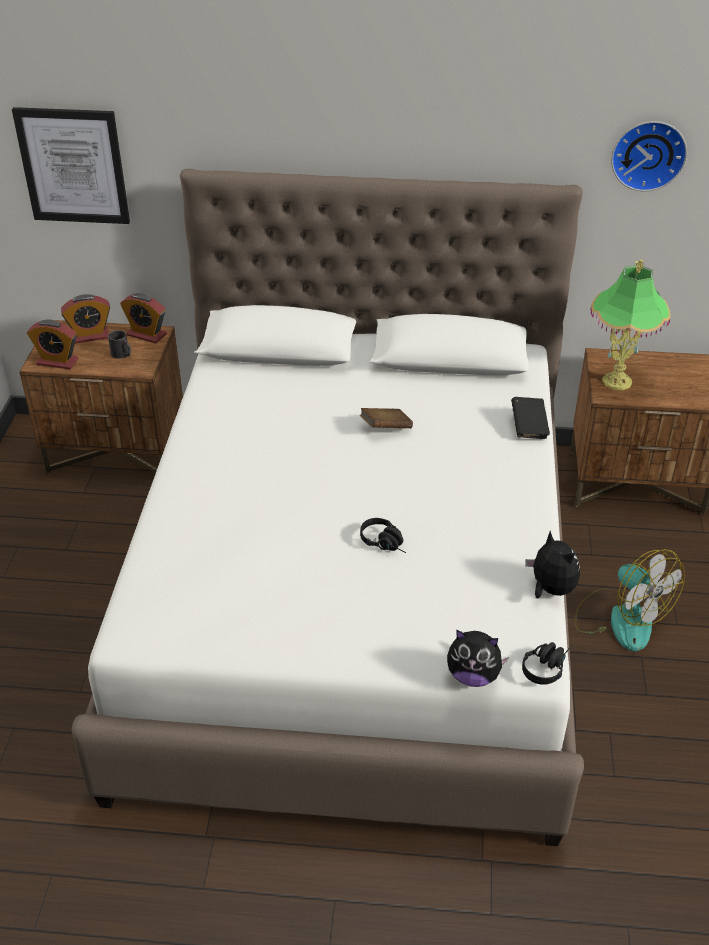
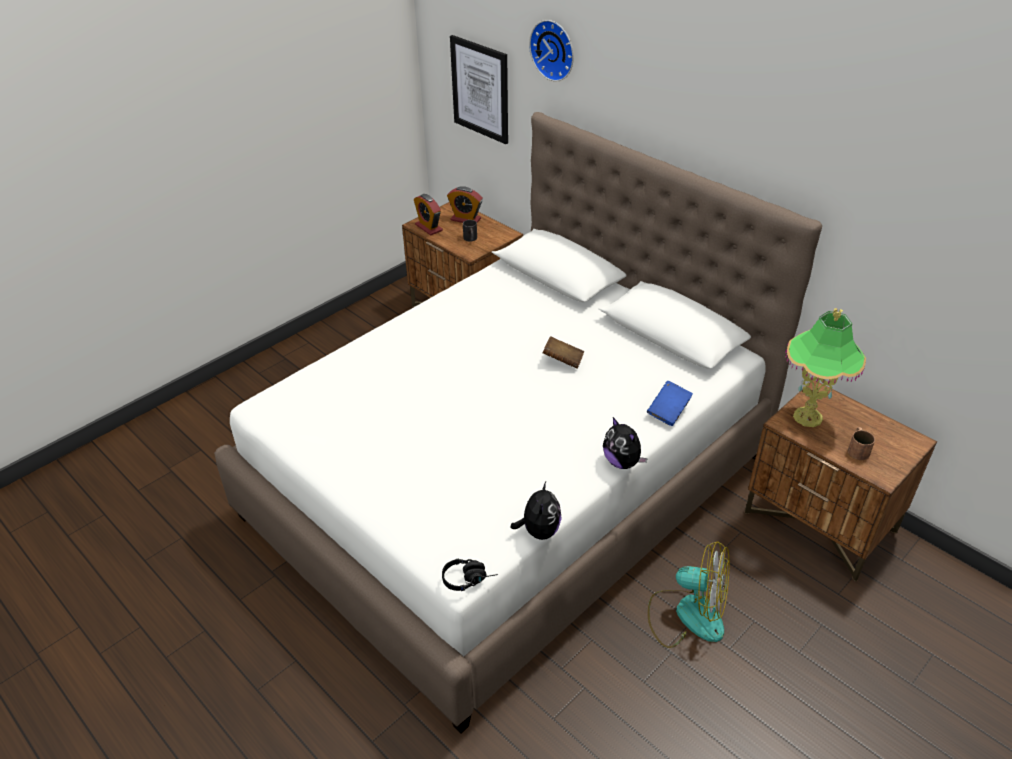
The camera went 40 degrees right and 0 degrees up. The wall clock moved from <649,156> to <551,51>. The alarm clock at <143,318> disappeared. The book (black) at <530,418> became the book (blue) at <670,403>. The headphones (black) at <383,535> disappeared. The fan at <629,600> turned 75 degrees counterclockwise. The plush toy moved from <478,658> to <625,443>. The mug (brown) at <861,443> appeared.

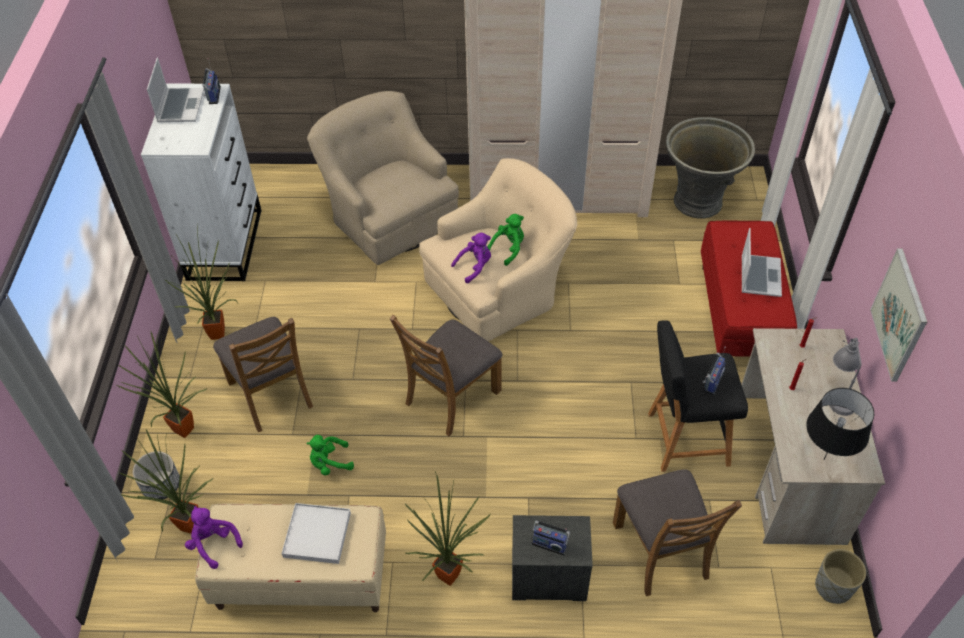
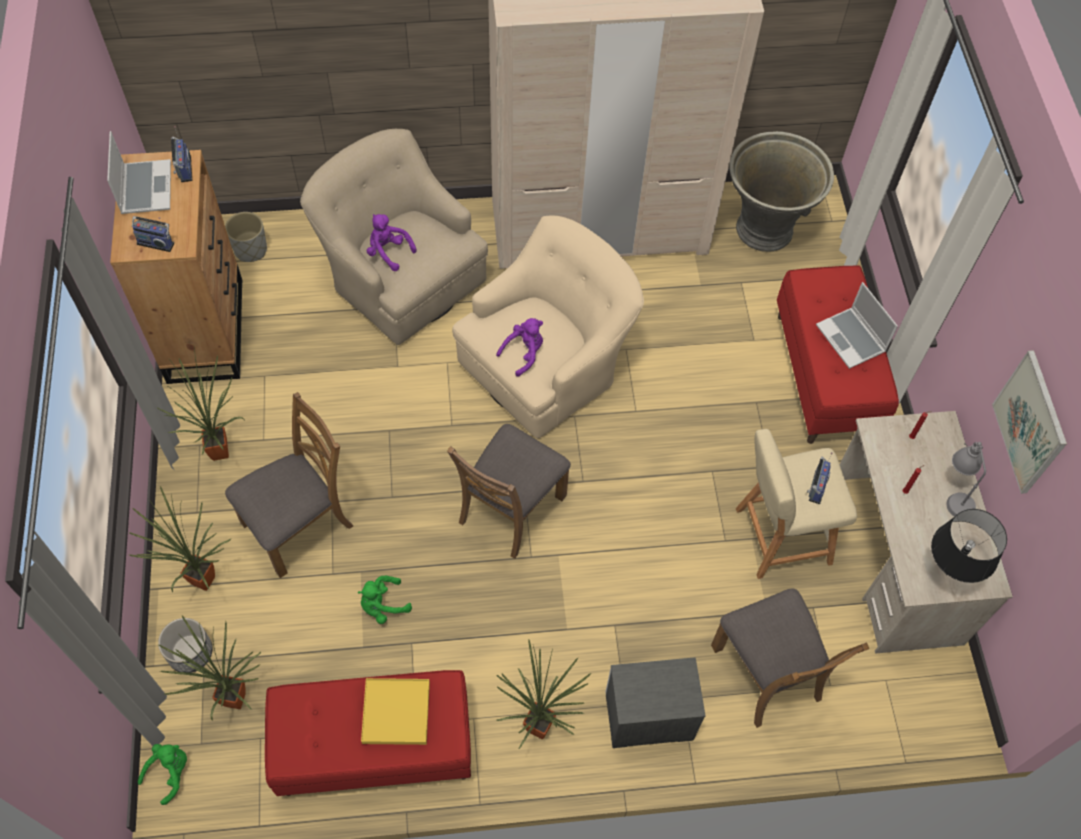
The camera went 10 degrees left and 10 degrees up. The dresser (white) at <201,182> became the dresser (brown) at <176,267>. The plush toy (green) moved from <506,240> to <162,774>. The laptop at <762,262> turned 150 degrees clockwise. The chair (brown) at <263,374> turned 90 degrees counterclockwise. The stool (black) at <698,396> became the stool (beige) at <796,504>. The bench (beige) at <290,557> became the bench (red) at <368,733>. The tray (white) at <316,533> became the tray (yellow) at <395,711>. The plush toy (purple) moved from <214,537> to <392,242>. The radio moved from <551,537> to <153,234>. The planter (grey) moved from <840,576> to <246,237>.

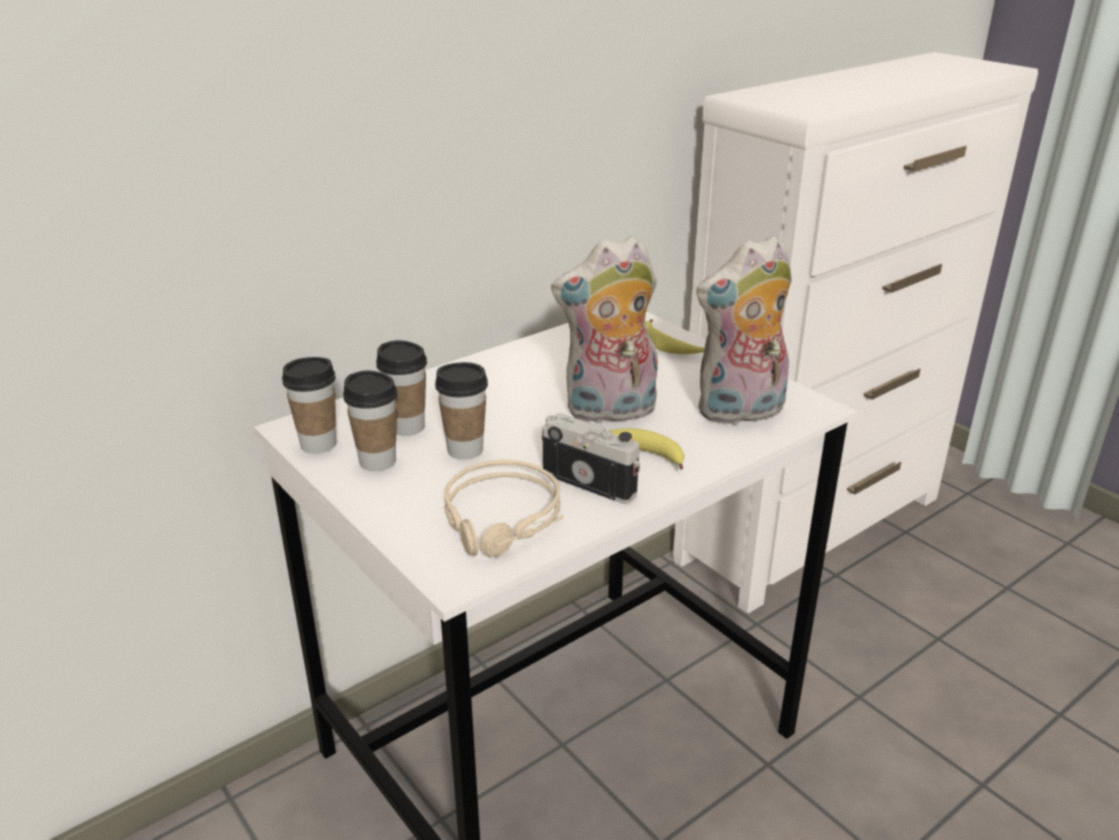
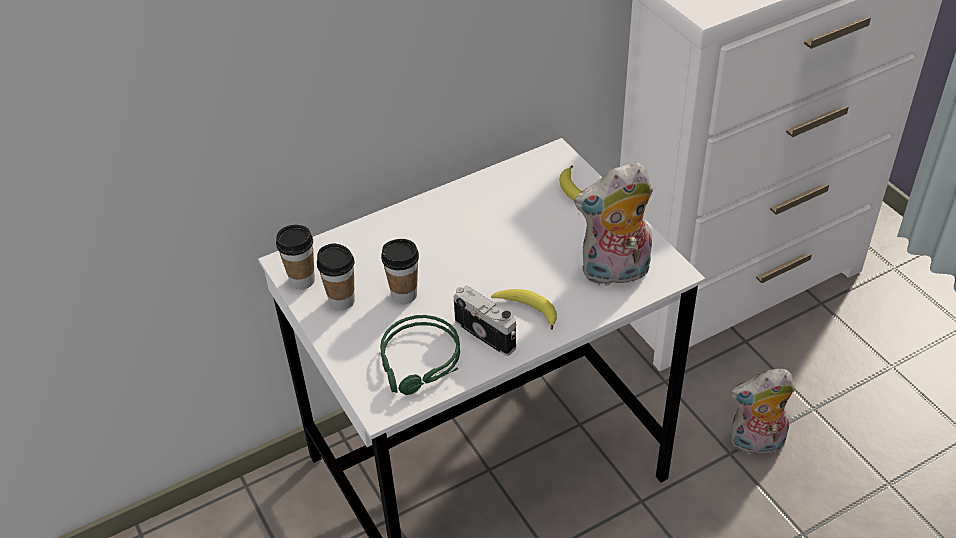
The camera went 10 degrees right and 15 degrees up. The plush toy moved from <604,329> to <762,411>. The cup at <401,388> disappeared. The headphones (beige) at <503,508> became the headphones (green) at <419,355>.

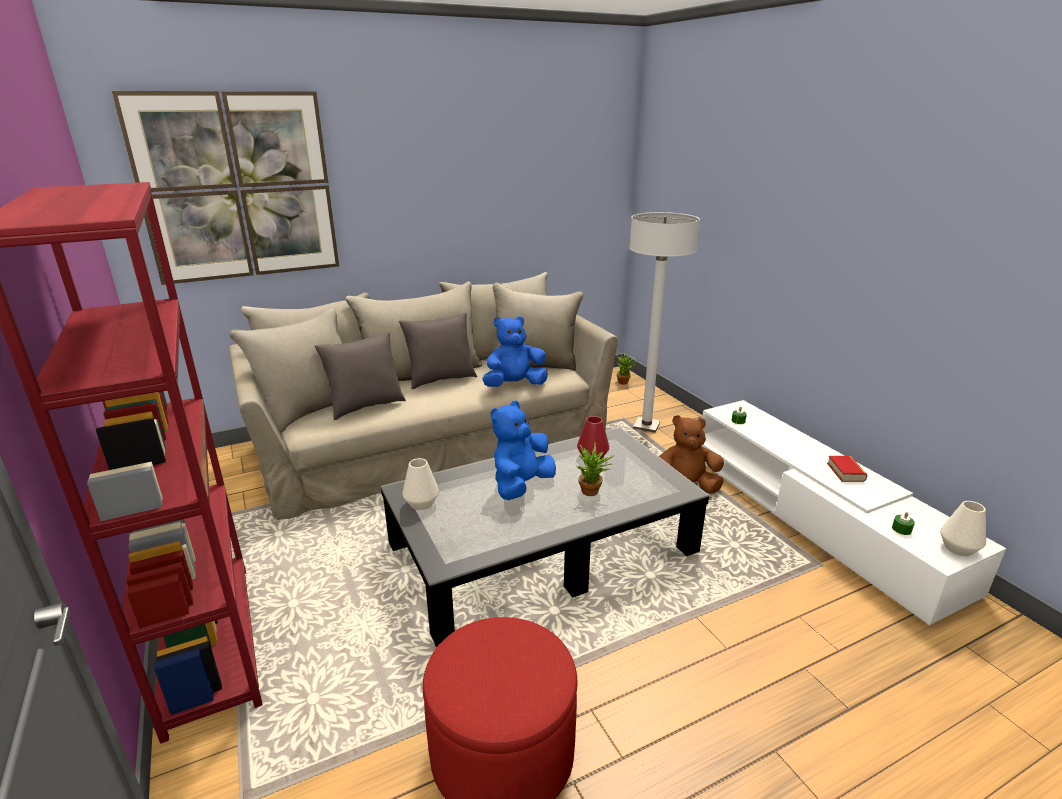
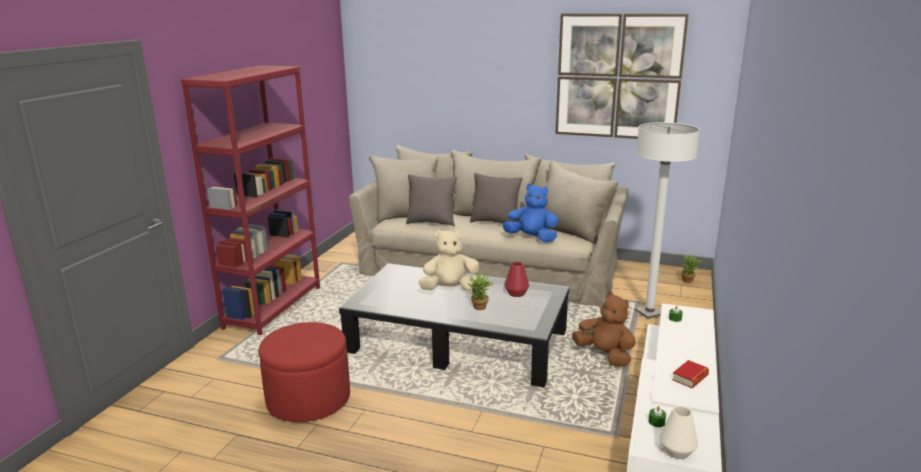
The camera went 45 degrees right and 5 degrees down. The picture moved from <225,188> to <622,76>. The plush toy (blue) at <523,450> became the plush toy (beige) at <448,260>. The vase (white) at <420,484> disappeared.

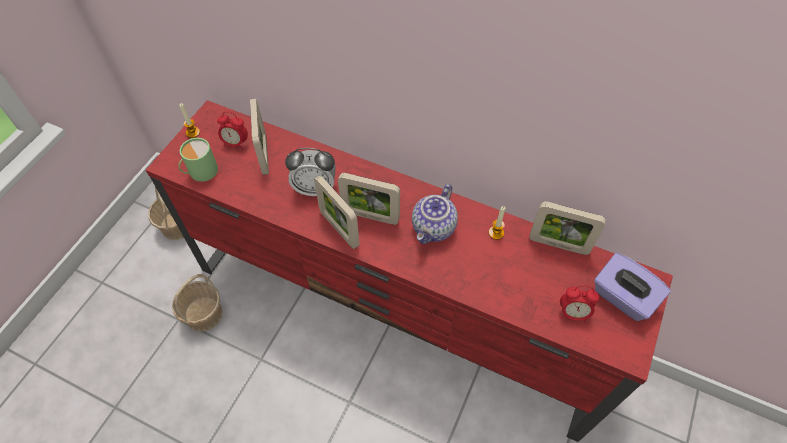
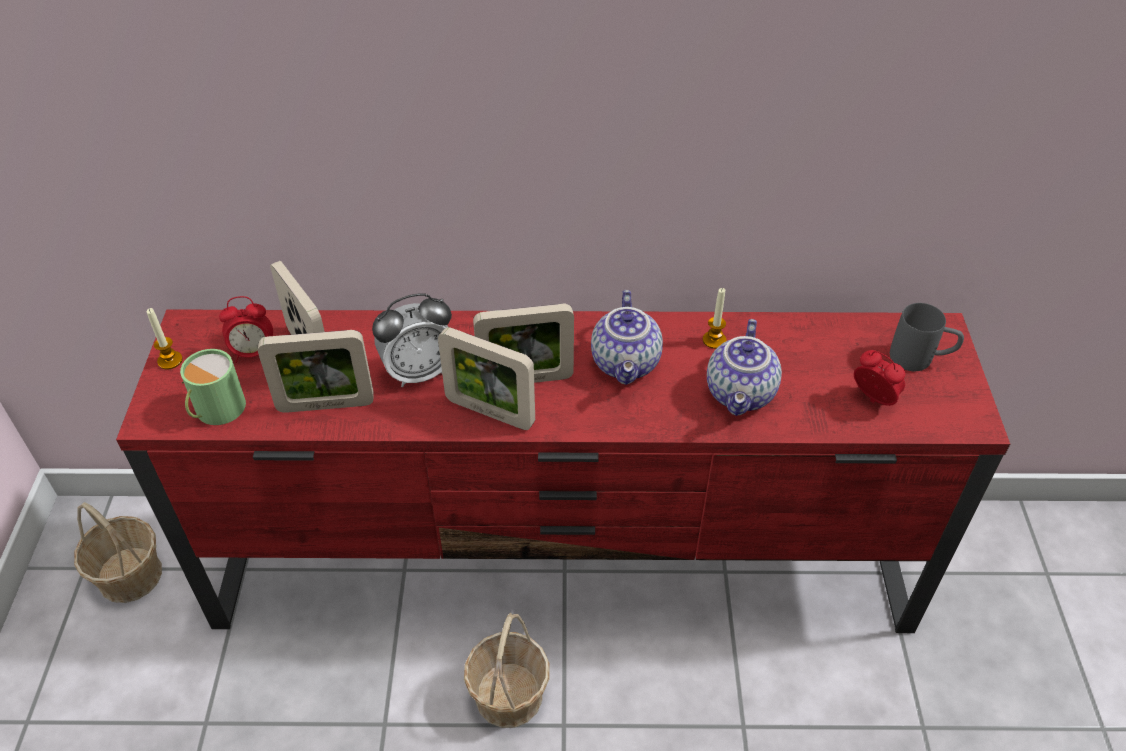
The camera went 25 degrees left and 10 degrees down. The picture frame moved from <567,228> to <315,371>. The tissue box (purple) at <632,287> was replaced by the mug (grey) at <927,337>. The basket moved from <197,302> to <507,670>. The alarm clock at <579,304> turned 120 degrees counterclockwise. The teapot at <744,367> appeared.

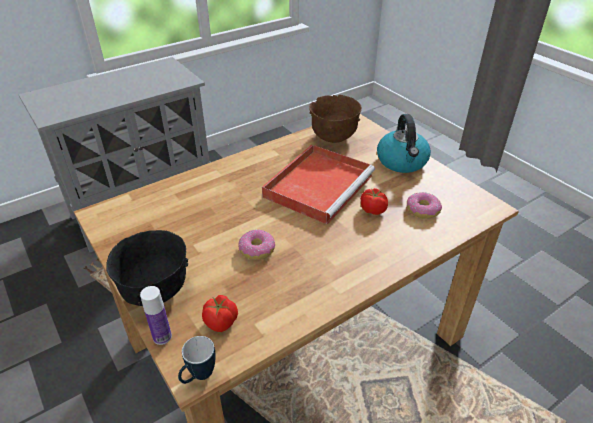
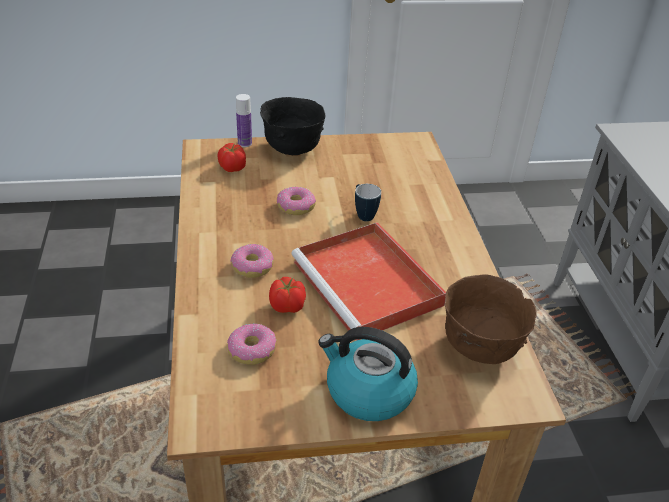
The camera went 115 degrees right and 0 degrees up. The mug moved from <196,360> to <368,202>. The donut at <252,261> appeared.

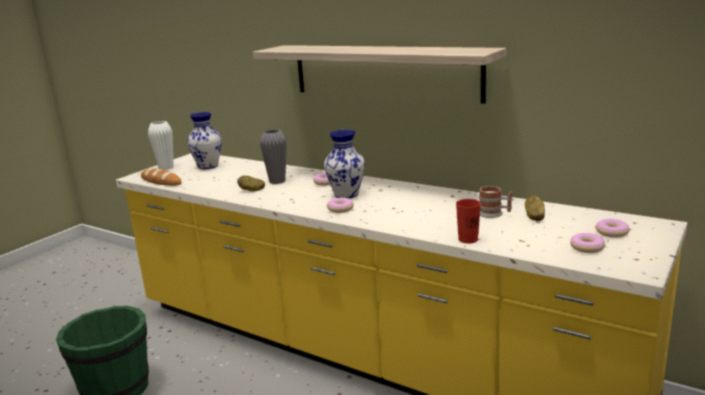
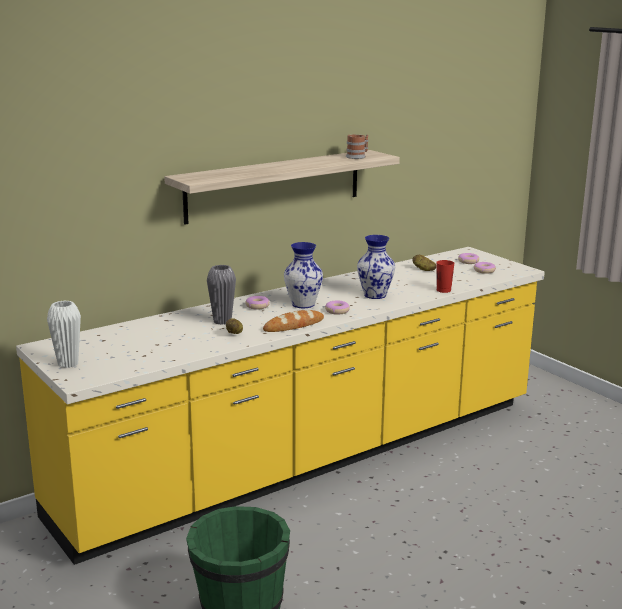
The camera went 70 degrees left and 0 degrees up. The vase moved from <204,140> to <376,267>. The bread moved from <161,177> to <293,321>. The mug moved from <495,202> to <357,146>.

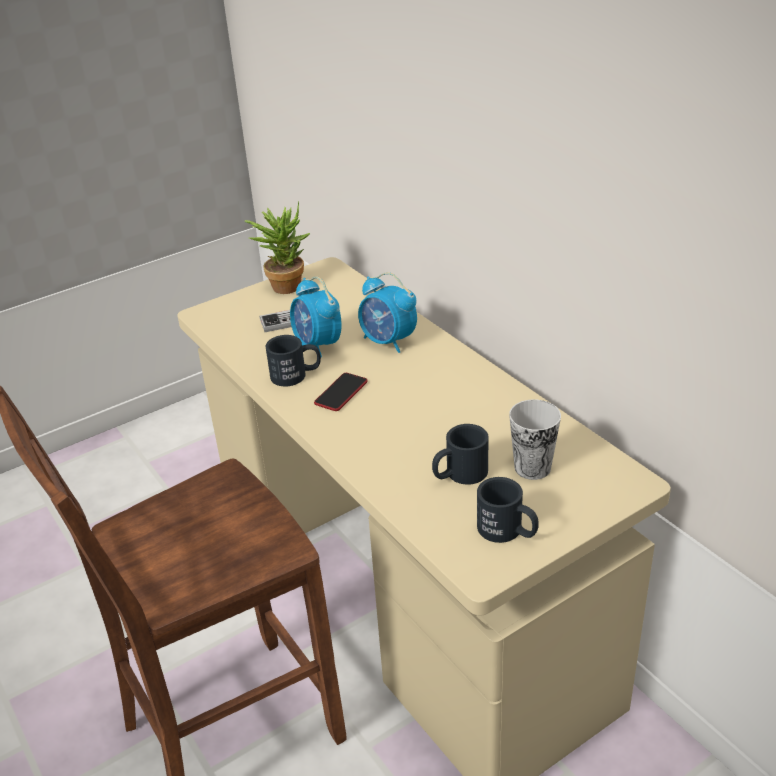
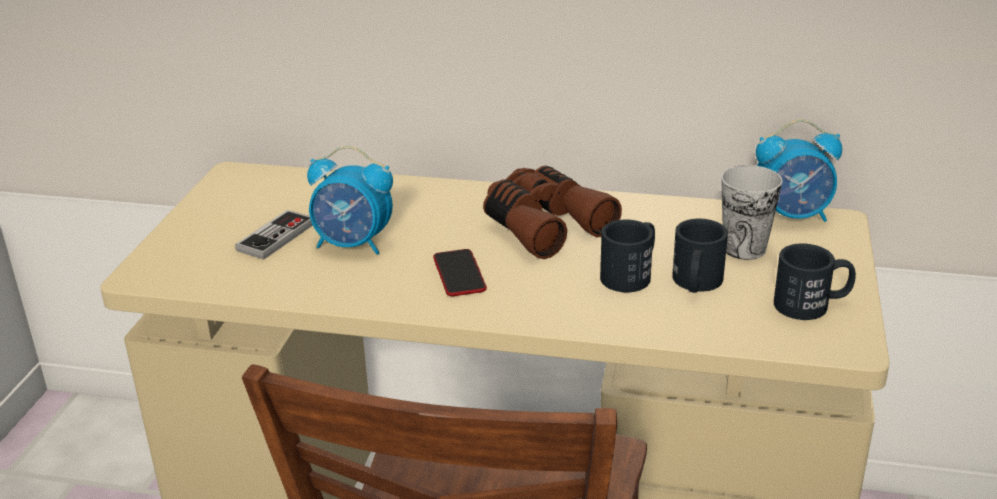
The camera went 45 degrees left and 5 degrees down. The potted plant at <277,248> disappeared. The alarm clock moved from <387,312> to <799,170>. The mug (black) moved from <293,360> to <627,255>. The binoculars (brown) at <552,212> appeared.

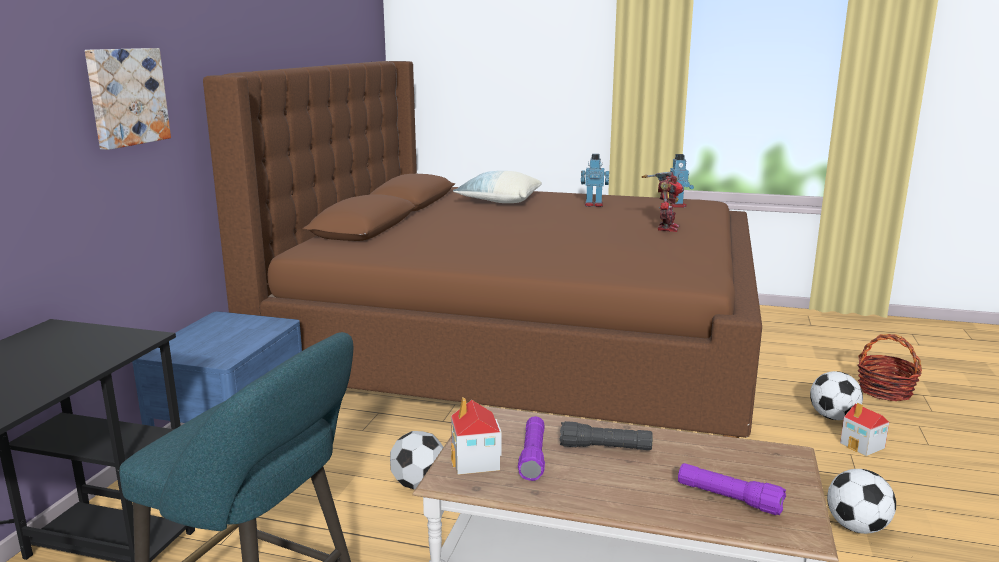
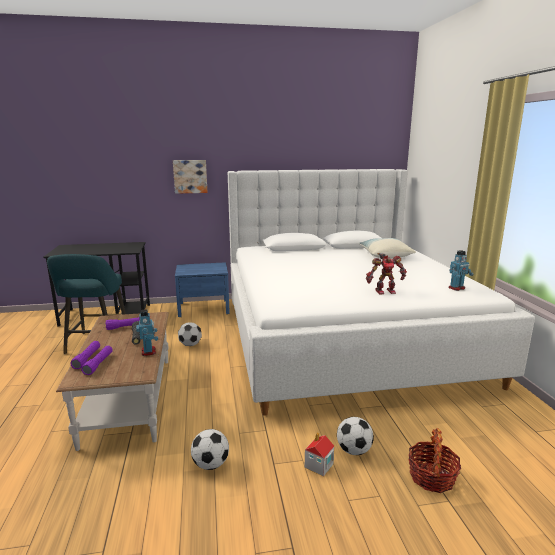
The camera went 65 degrees right and 0 degrees up. The bed (brown) at <482,249> became the bed (white) at <381,292>. The toy robot moved from <595,180> to <147,332>. The toy house at <476,436> disappeared. The flashlight (purple) at <85,355> appeared.

